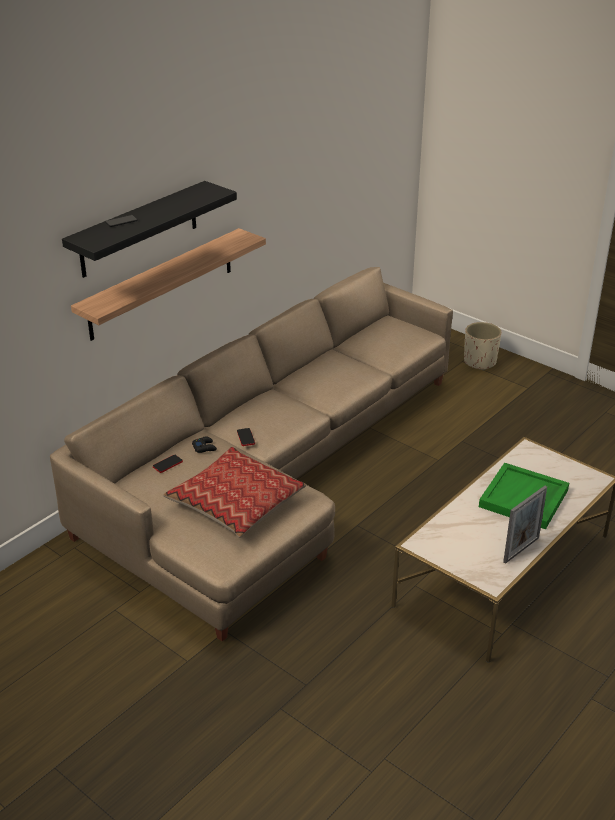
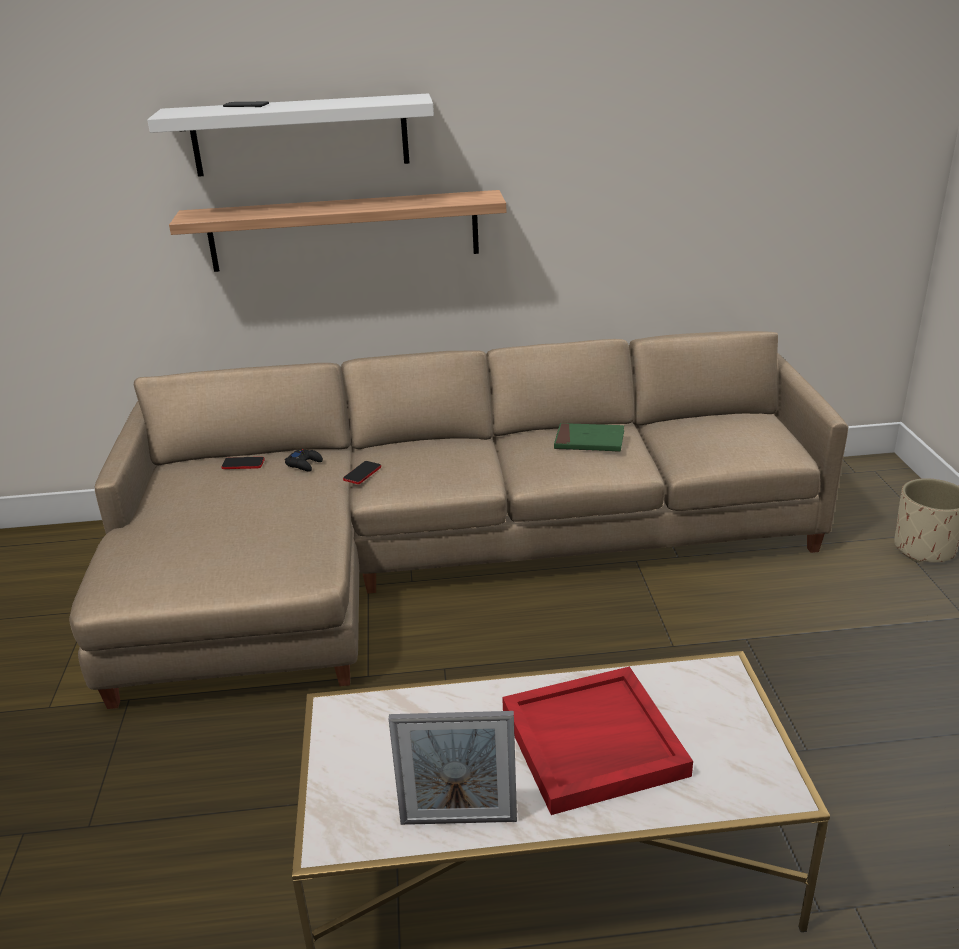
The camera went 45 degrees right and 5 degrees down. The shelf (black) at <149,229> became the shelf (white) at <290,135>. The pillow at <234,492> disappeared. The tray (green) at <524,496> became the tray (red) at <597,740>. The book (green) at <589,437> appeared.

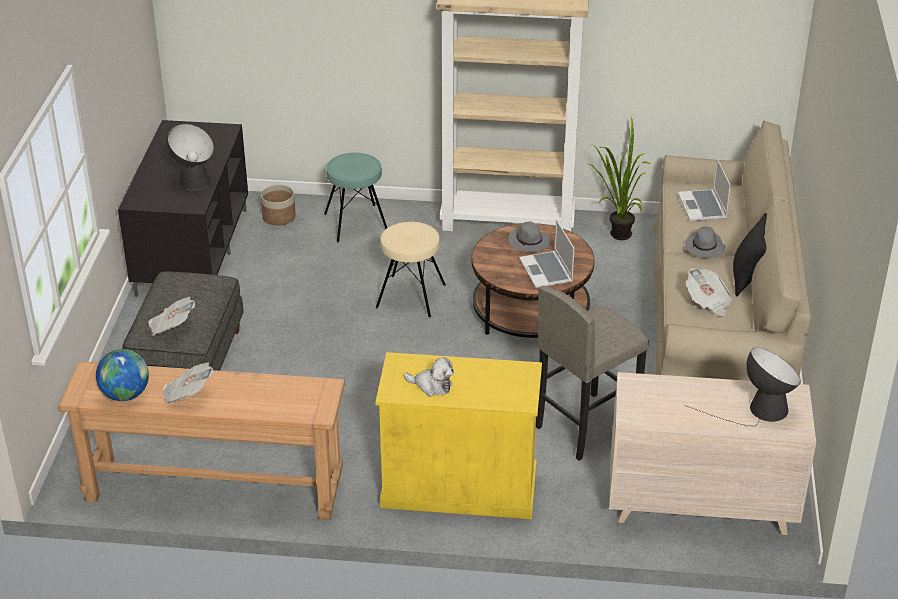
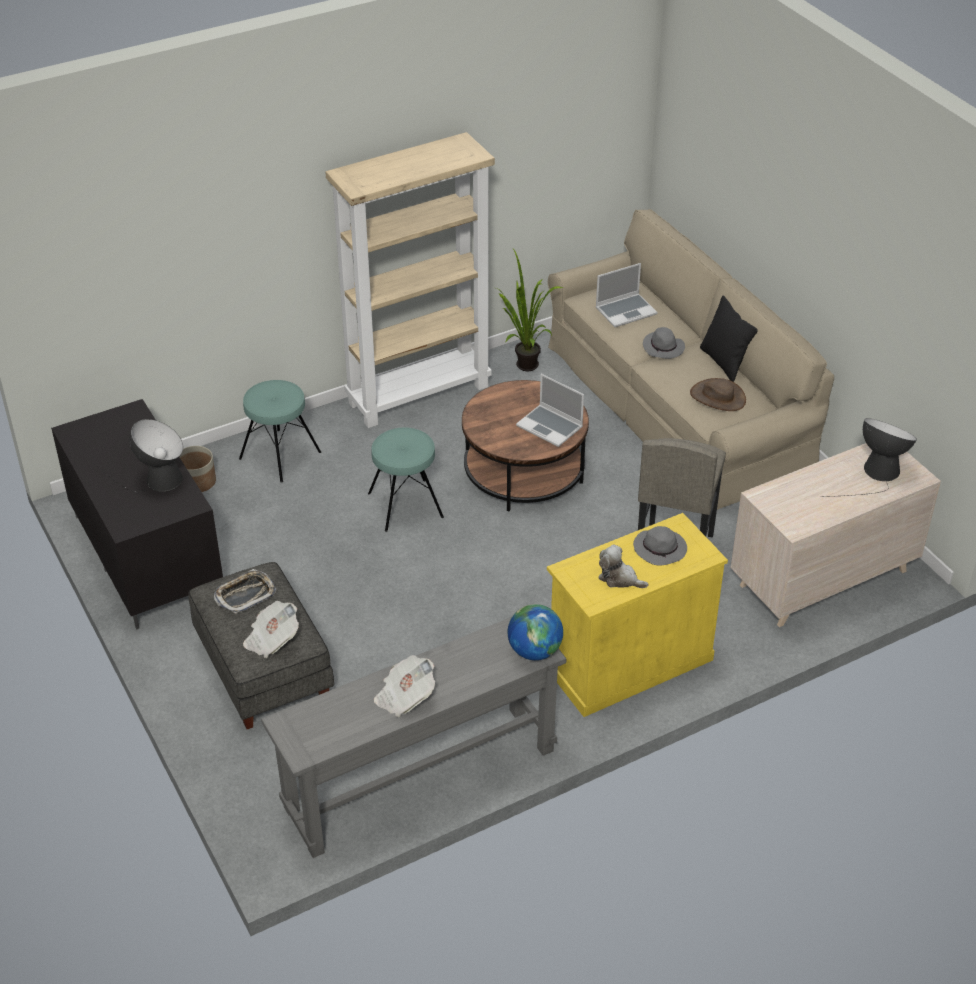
The camera went 35 degrees left and 5 degrees up. The laptop at <704,190> turned 75 degrees counterclockwise. The stool (beige) at <411,269> became the stool (turquoise) at <406,479>. The hat (grey) moved from <530,237> to <660,545>. The newspaper at <709,292> was replaced by the hat (brown) at <718,394>. The globe moved from <122,375> to <535,632>. The plush toy at <429,377> turned 135 degrees counterclockwise. The console table (brown) at <201,440> became the console table (grey) at <413,737>. The tray at <245,591> appeared.

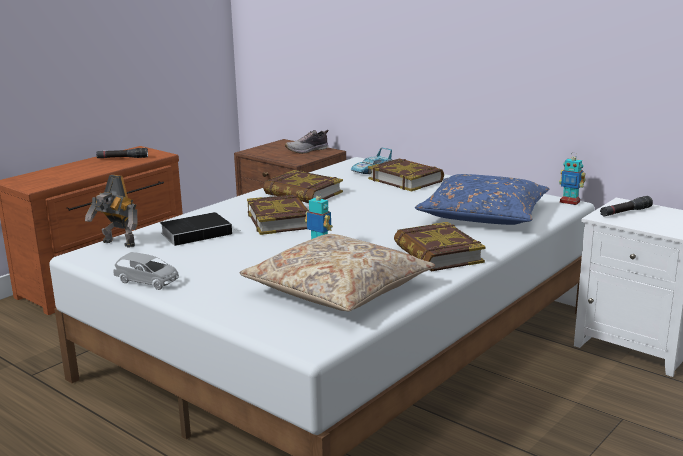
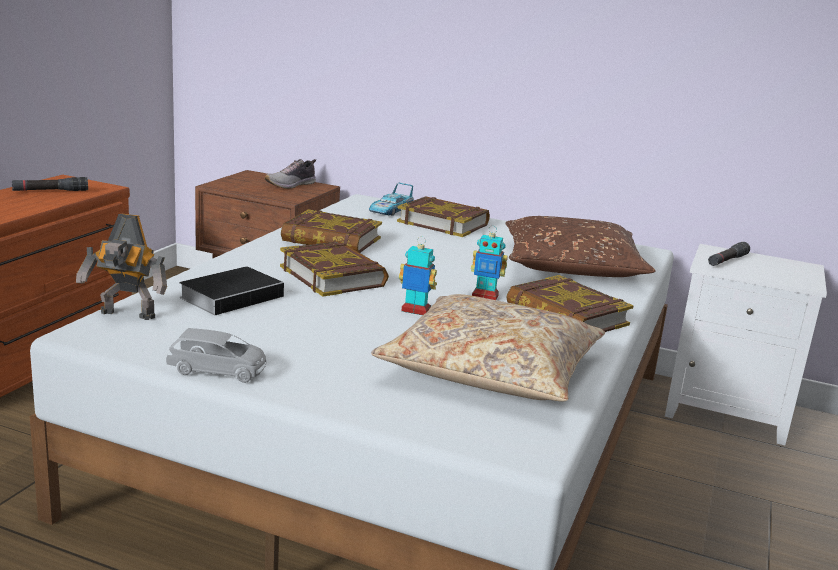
The camera went 20 degrees left and 0 degrees up. The toy robot moved from <572,178> to <489,263>. The pillow (blue) at <482,199> became the pillow (brown) at <581,246>.

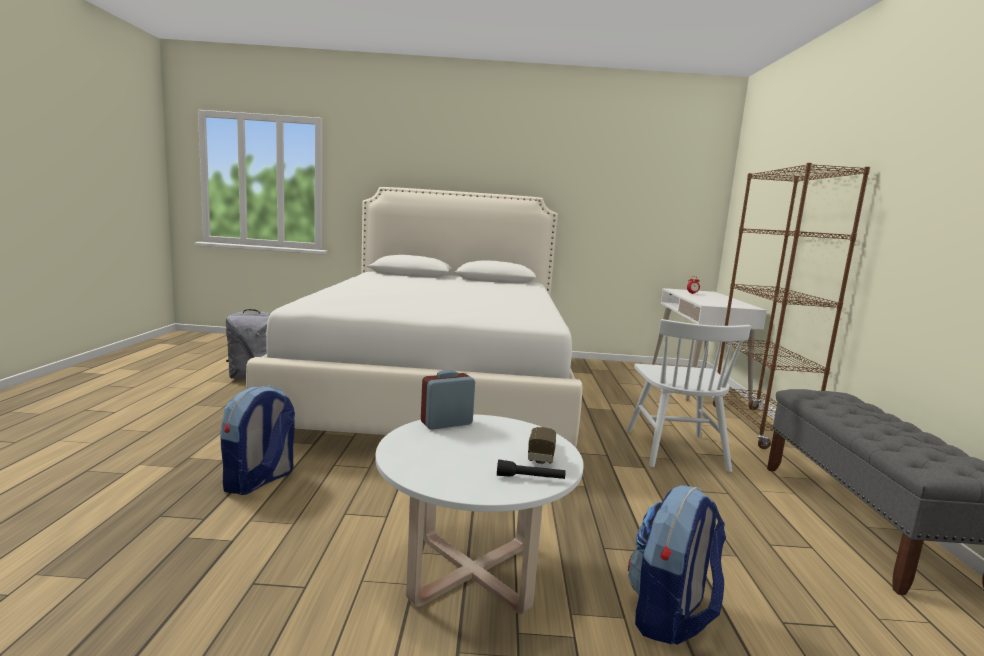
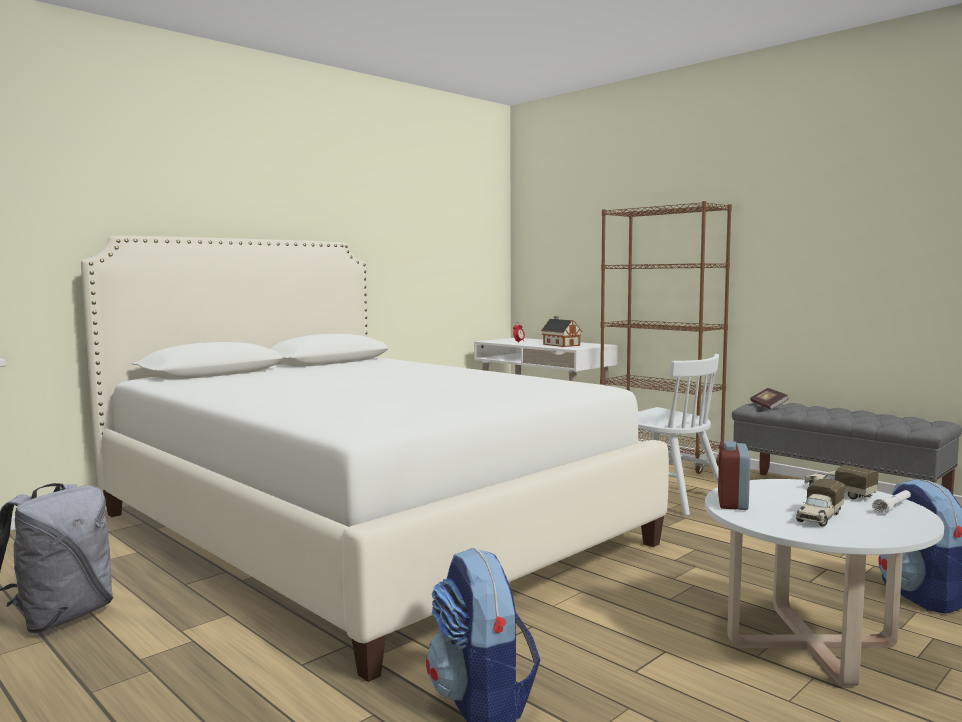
The camera went 45 degrees left and 5 degrees down. The flashlight (black) at <531,469> became the flashlight (white) at <891,502>. The toy house at <561,331> appeared. The book at <769,399> appeared. The toy truck at <820,503> appeared.

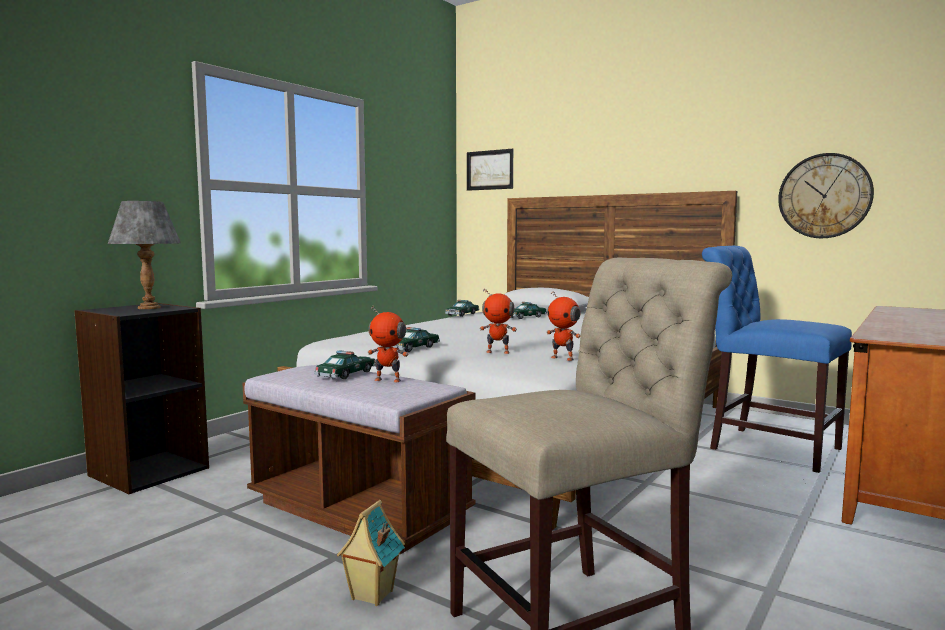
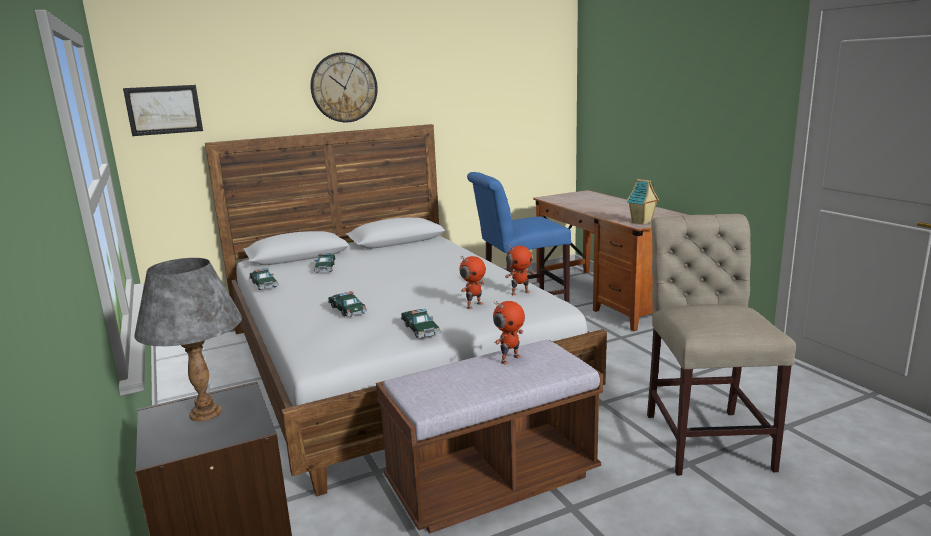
The camera went 60 degrees left and 10 degrees up. The wall clock moved from <826,195> to <344,87>. The toy car moved from <345,364> to <347,304>. The toy house moved from <371,553> to <643,202>.

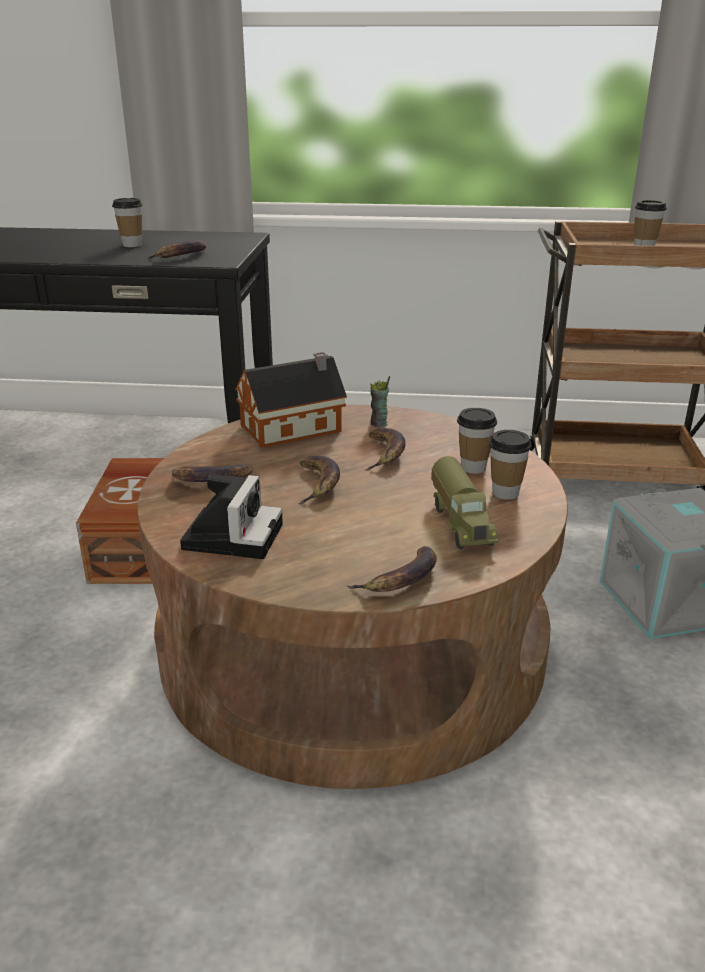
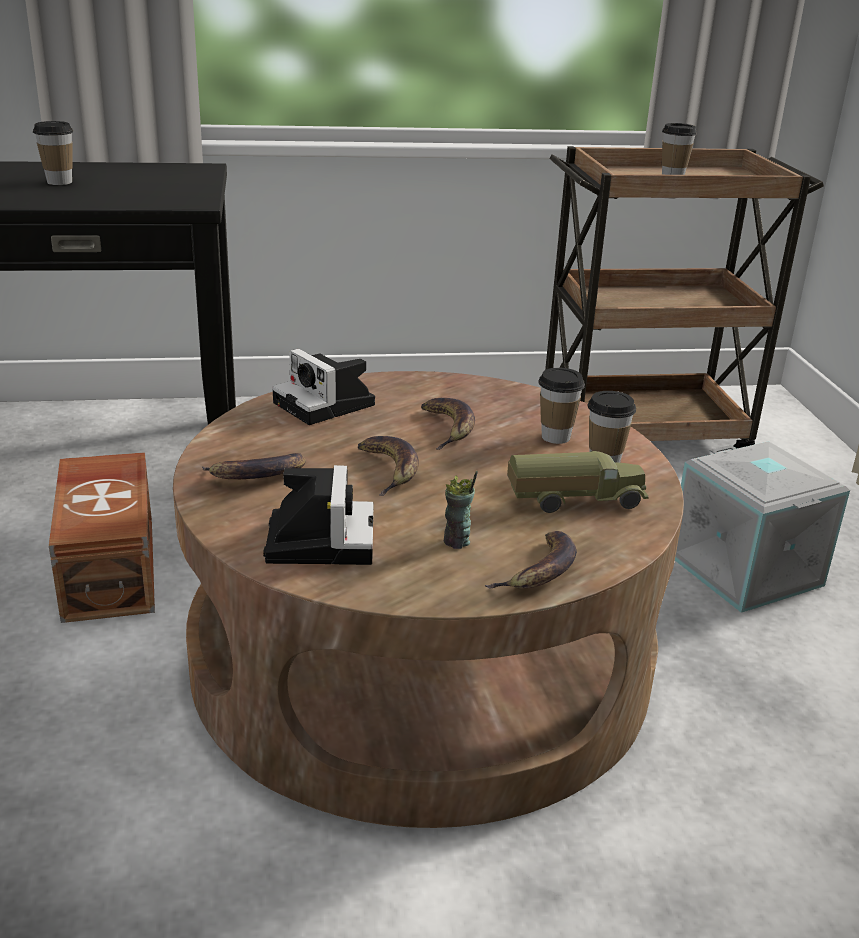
The camera went 15 degrees left and 0 degrees up. The banana at <176,249> disappeared. The toy house at <291,400> was replaced by the photo camera at <323,387>. The cup moved from <380,402> to <461,510>. The toy truck at <465,502> turned 75 degrees counterclockwise.

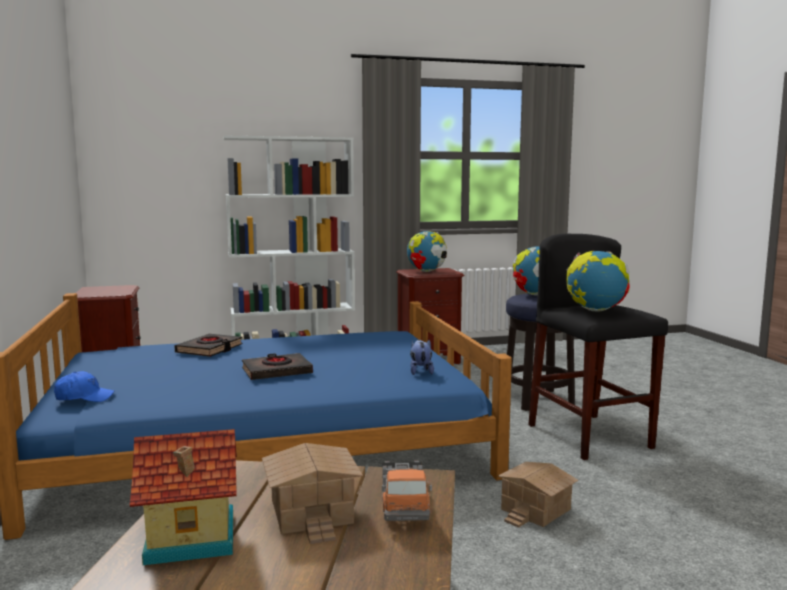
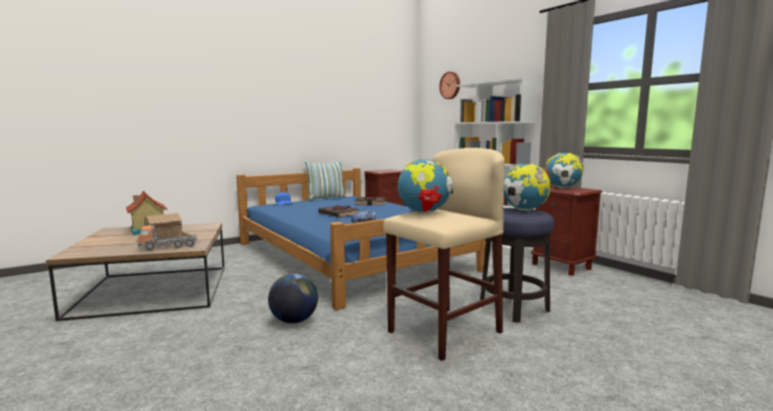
The camera went 70 degrees right and 0 degrees up. The stool (black) at <598,347> became the stool (beige) at <443,254>. The toy house at <538,495> was replaced by the globe at <293,298>. The wall clock at <449,85> appeared. The pillow at <325,181> appeared.

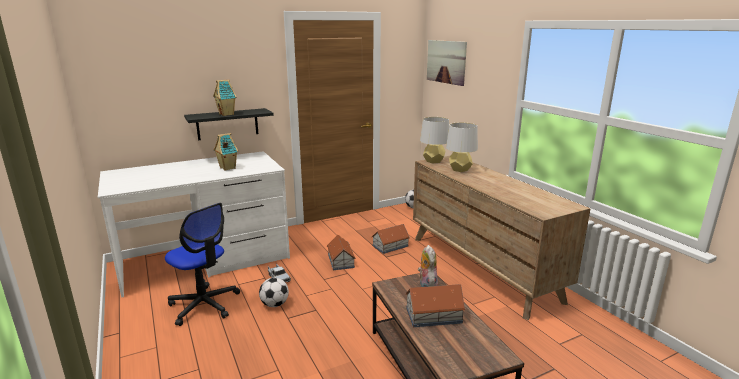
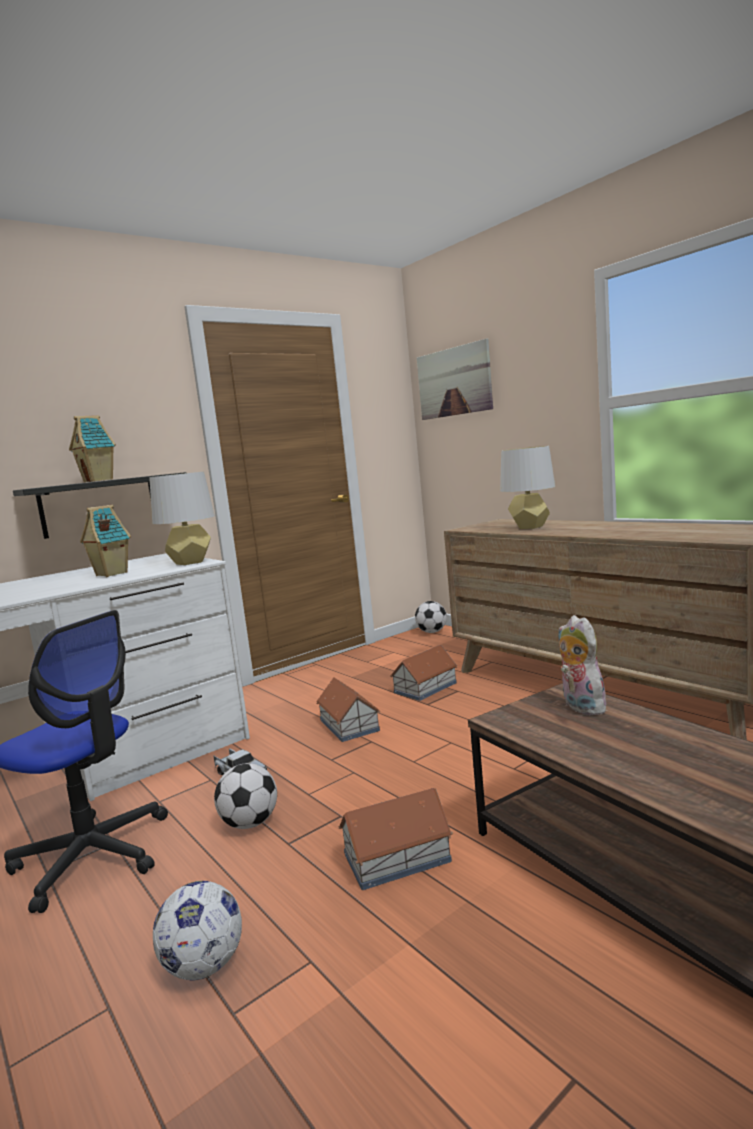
The camera went 10 degrees left and 10 degrees down. The table lamp (grey) moved from <434,140> to <182,518>. The toy house moved from <435,305> to <395,839>. The football at <197,931> appeared.

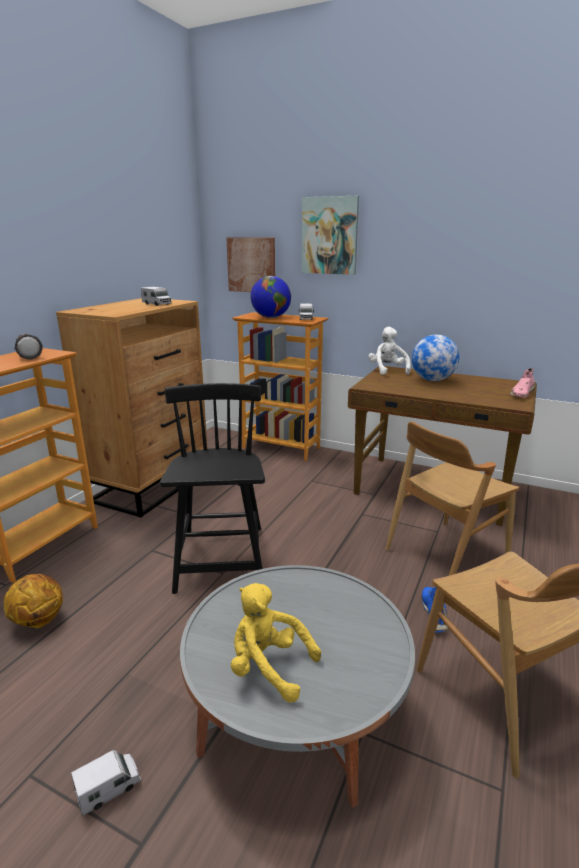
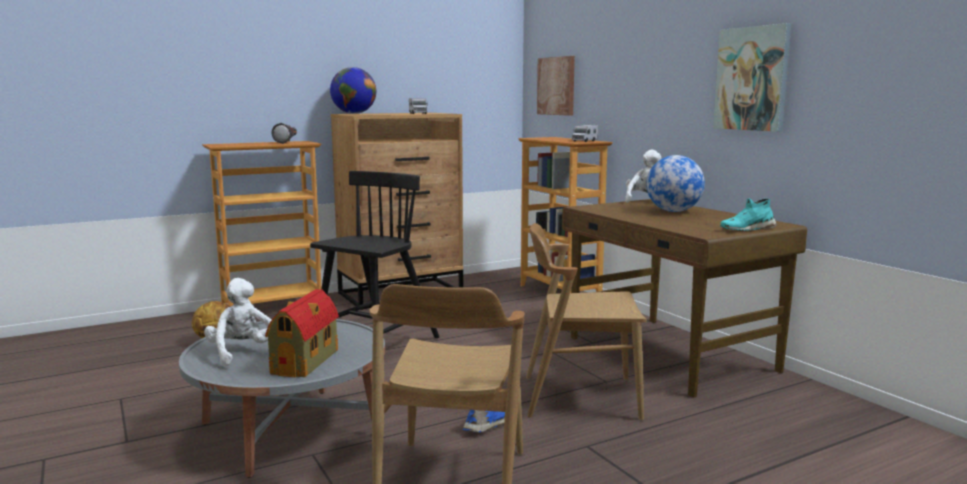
The camera went 35 degrees right and 10 degrees down. The picture moved from <330,235> to <752,77>. The globe moved from <271,297> to <353,90>. The shoe (pink) at <522,383> became the shoe (turquoise) at <748,214>. The plush toy (yellow) at <276,643> became the plush toy (white) at <237,322>. The toy truck at <106,783> disappeared. The toy house at <302,333> appeared.

